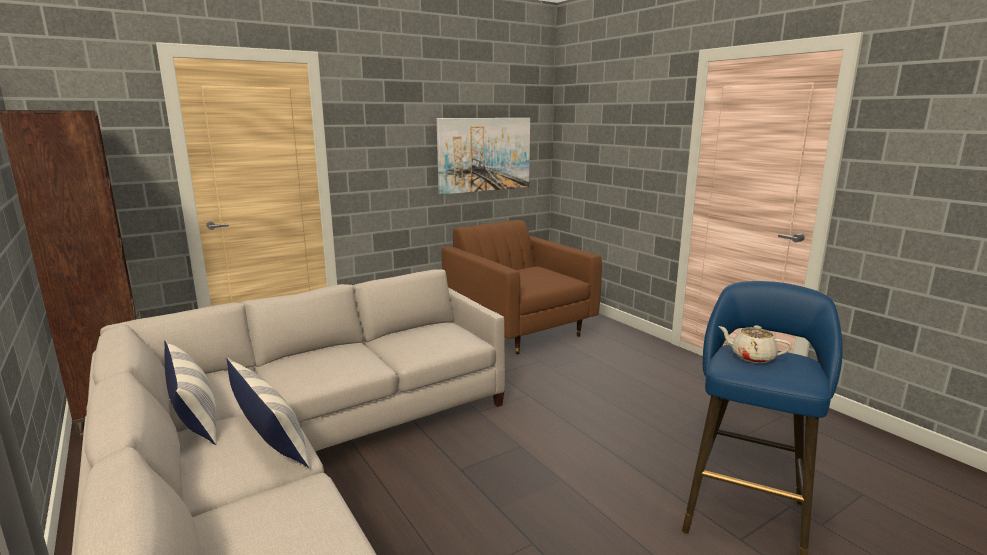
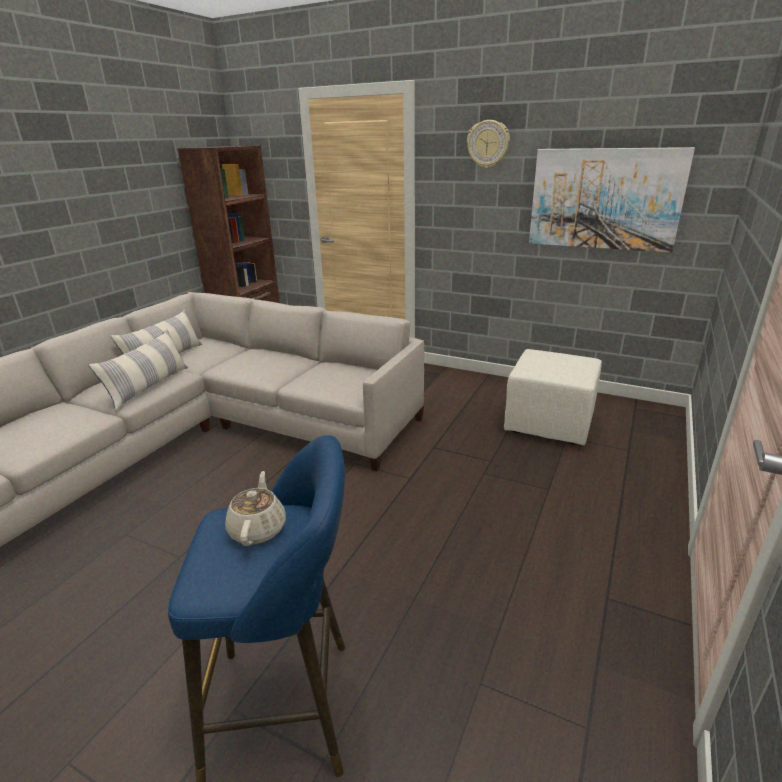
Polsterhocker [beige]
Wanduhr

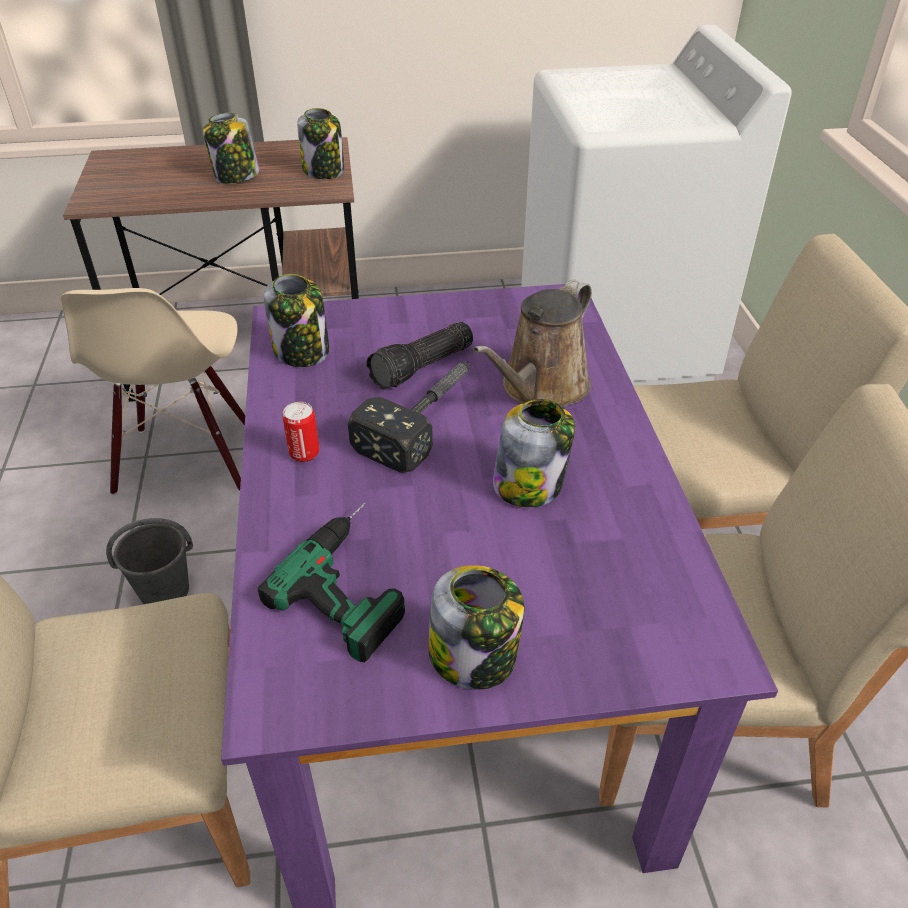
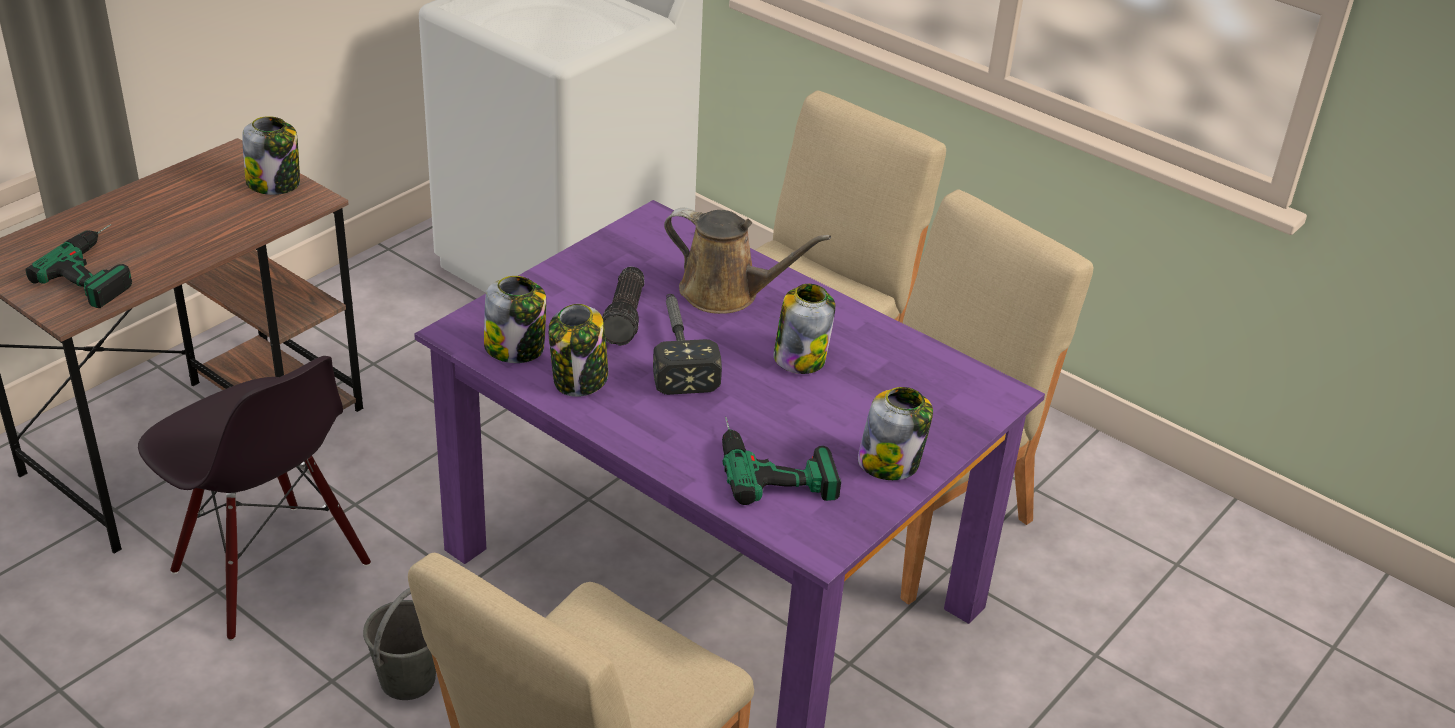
Vorratsglas (3rd from left)
Gießkanne [braun]
Stuhl [schwarz]
Dose
Bohrmaschine (1st from left)

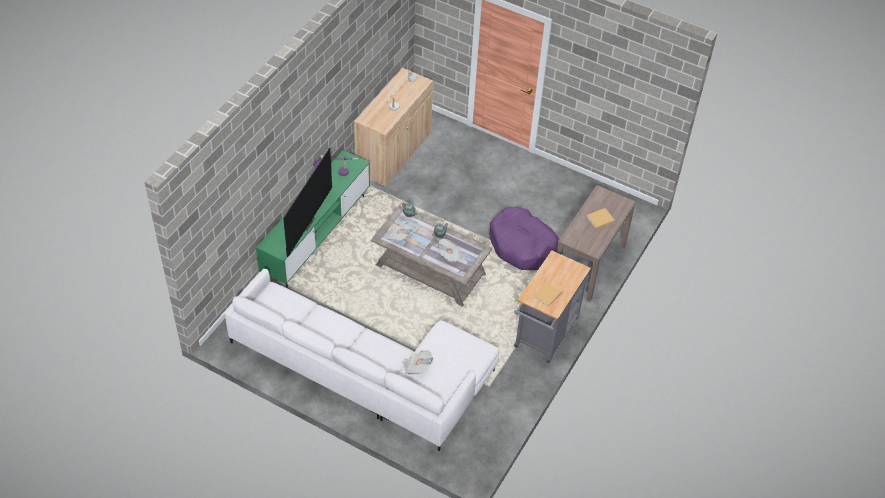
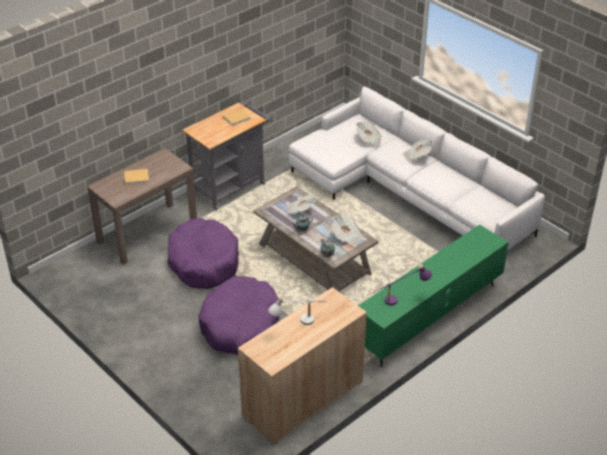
Fernseher
Zeitung (4th from left)
Hundebett [lila] (2nd from left)

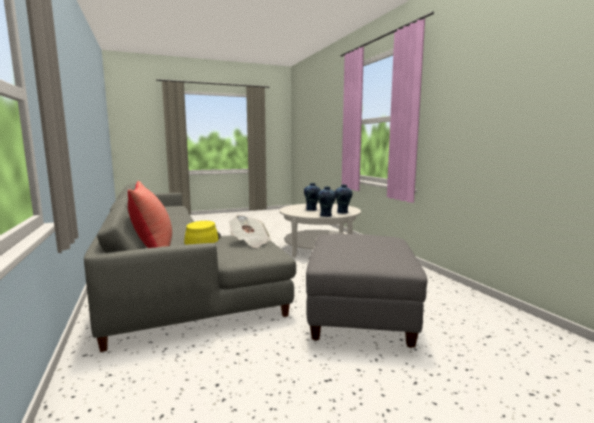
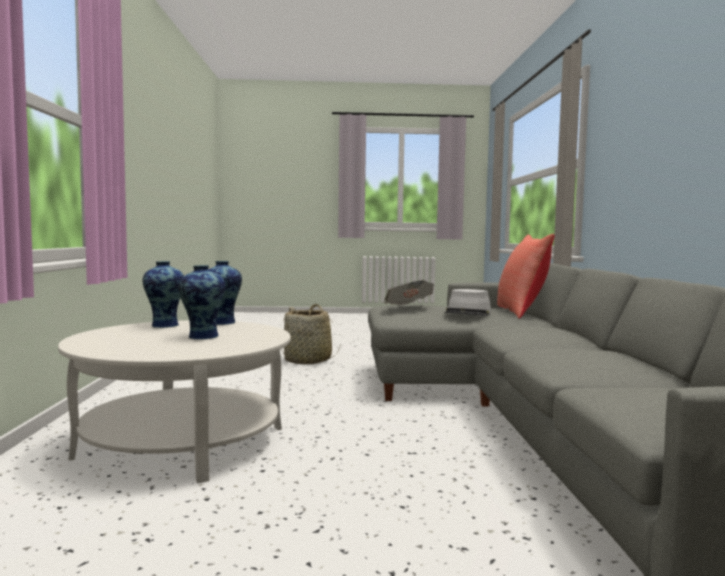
Hut [grau]
Korb

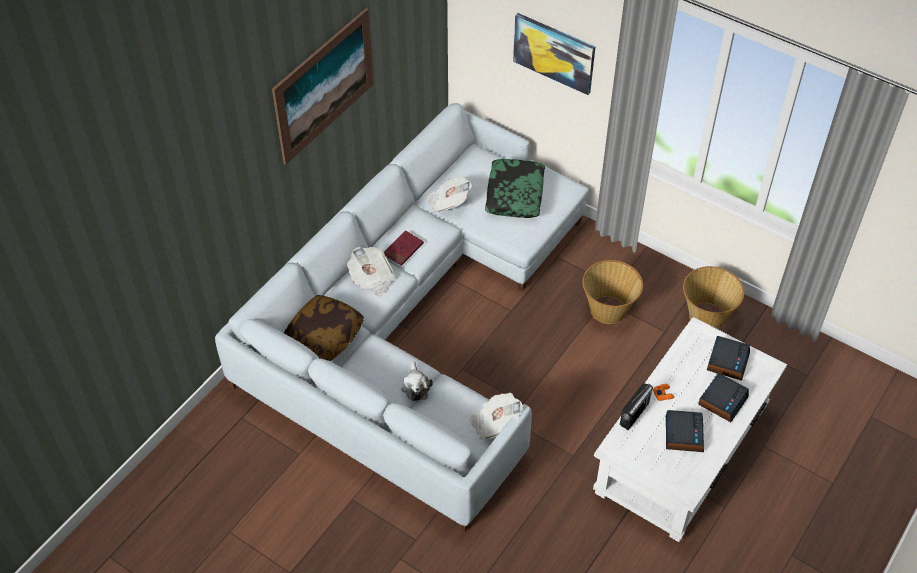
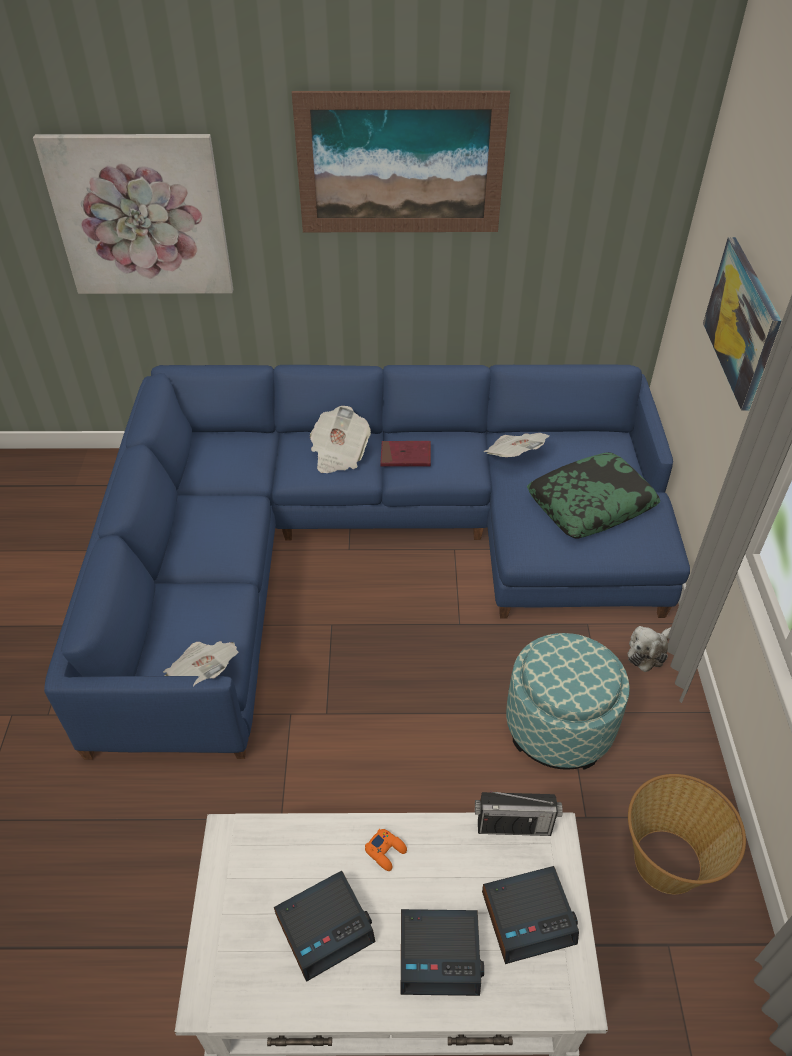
Sofa [blau]
Polsterhocker
Kissen (1st from left in the first image)
Plüschtier
Radio
Bild (1st from left)

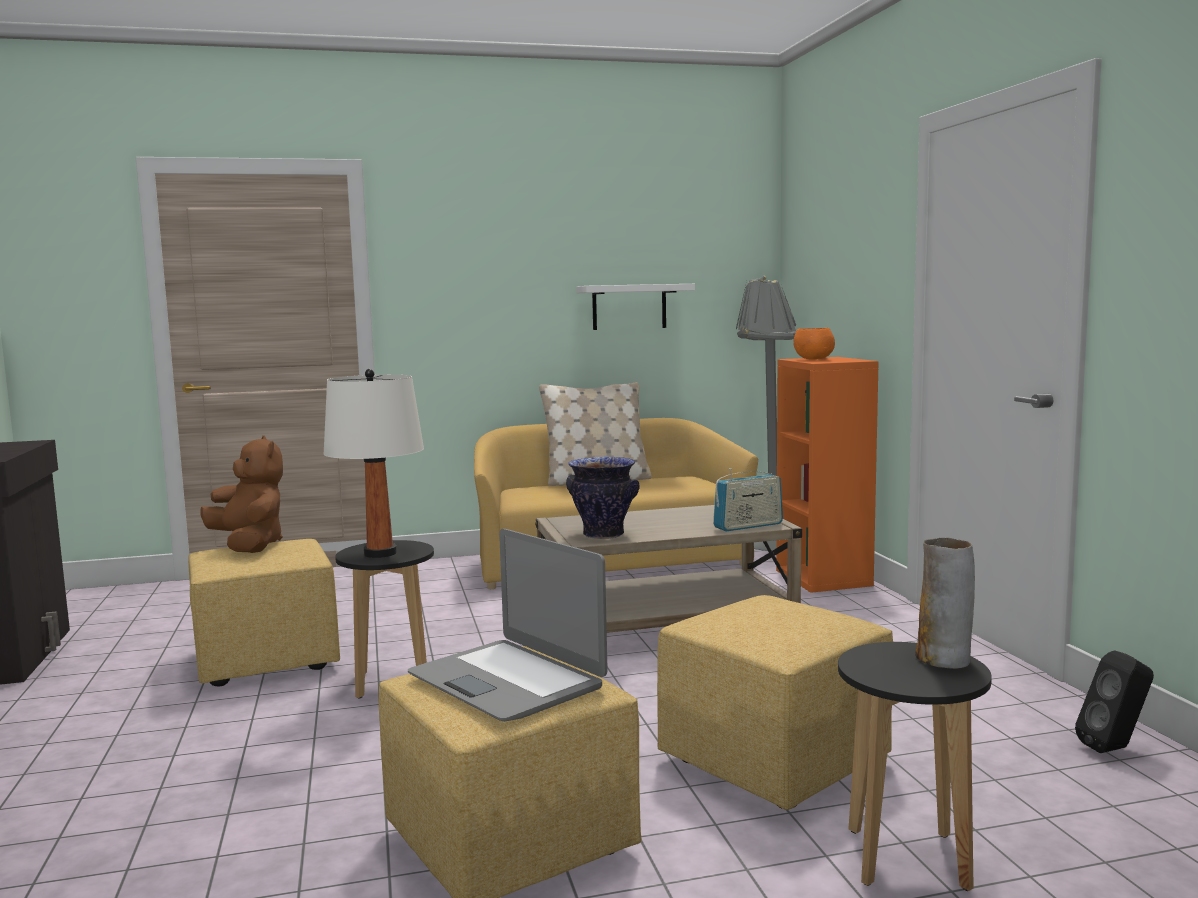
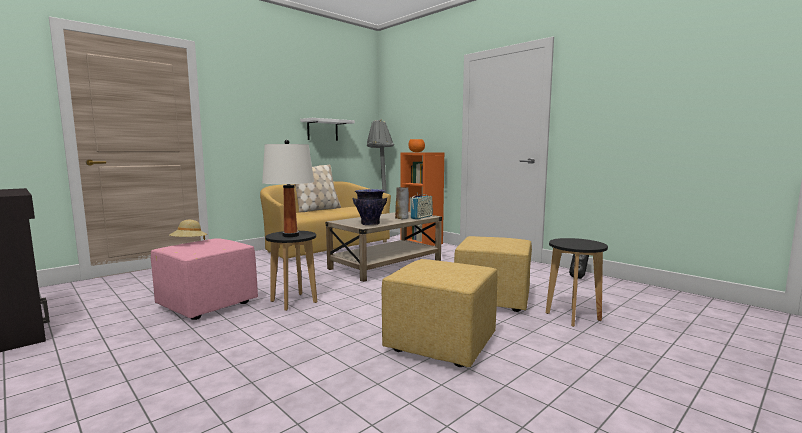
Hut [beige]
Laptop
Vase (2nd from left)
Polsterhocker [rosa]

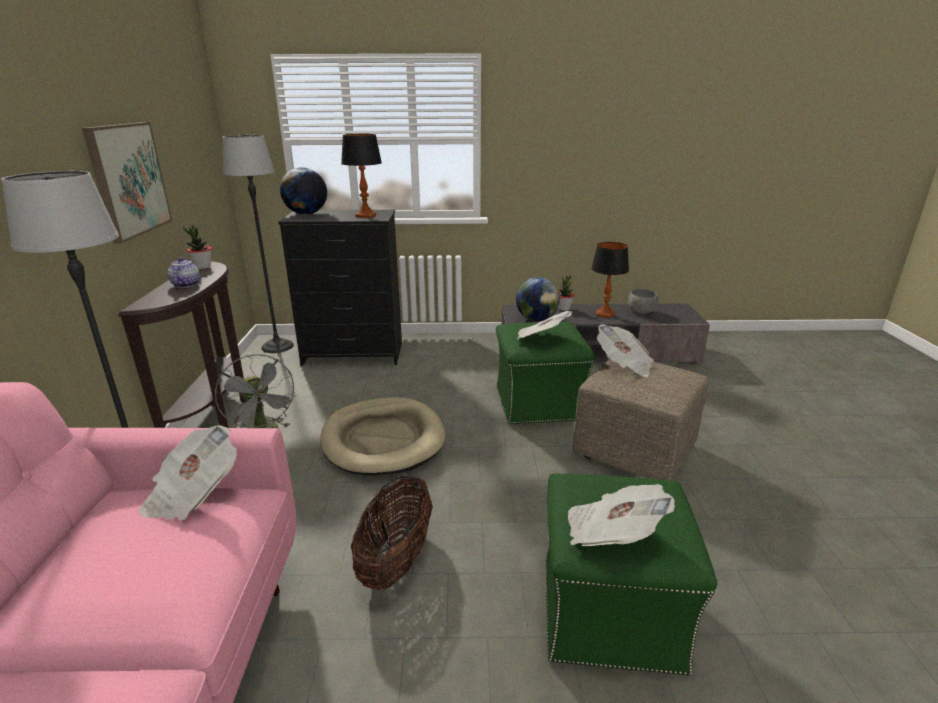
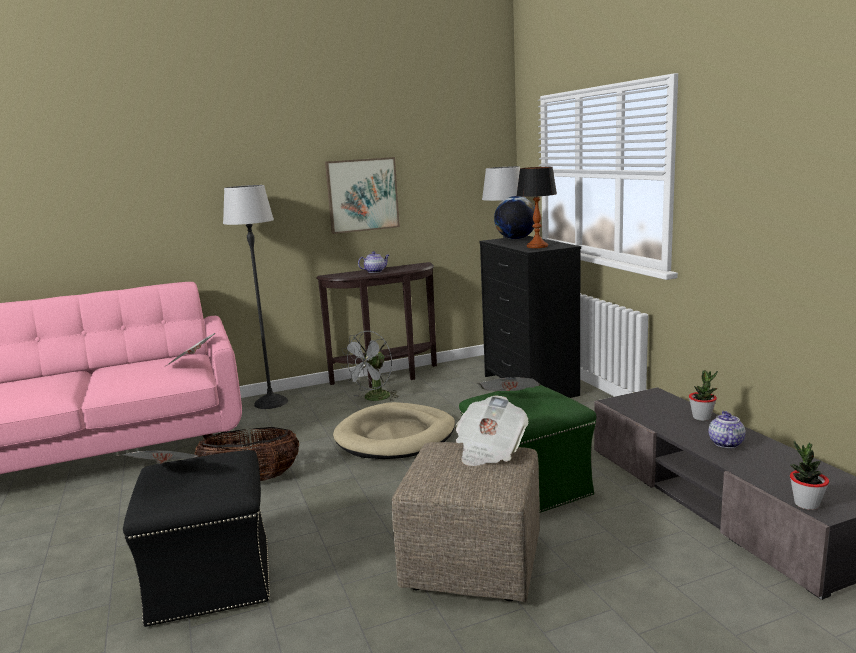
Topfpflanze (2nd from left)
Teekanne (2nd from left)
Globus (2nd from left in the first image)
Schüssel [grau]
Polsterhocker [schwarz]

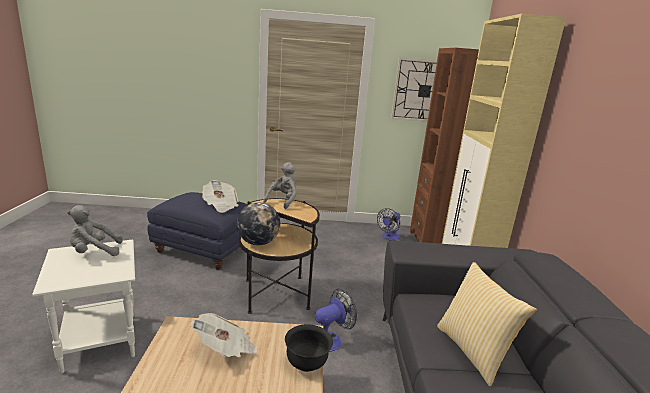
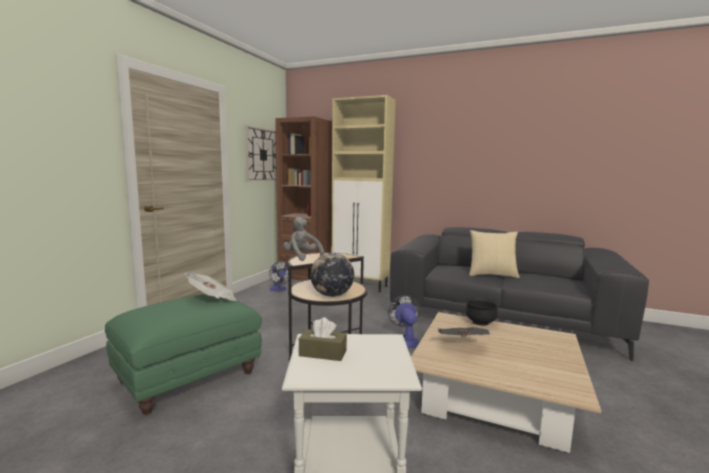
Polsterhocker [grün]
Taschentuchbox [braun]

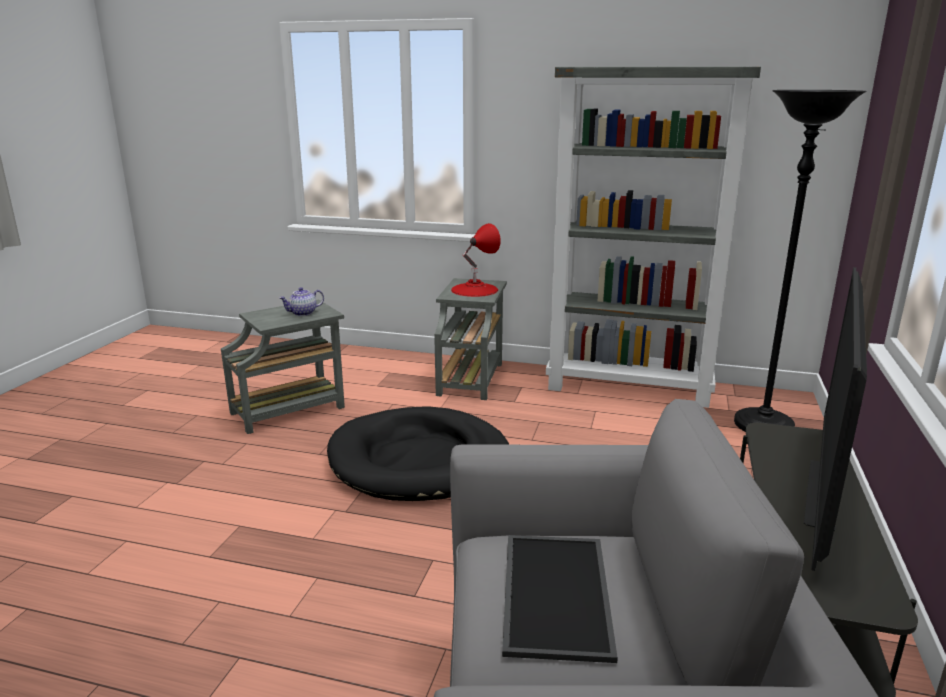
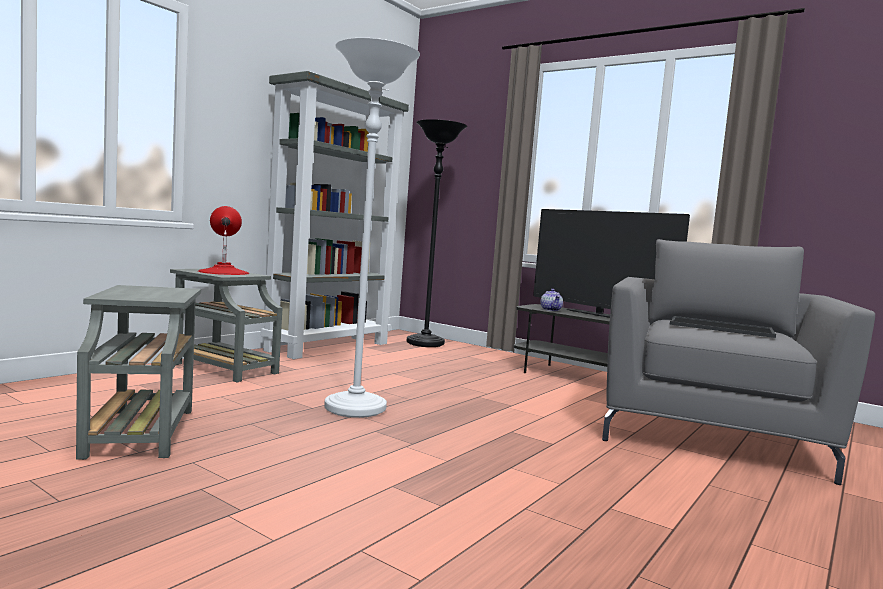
Teekanne
Stehlampe [weiß]

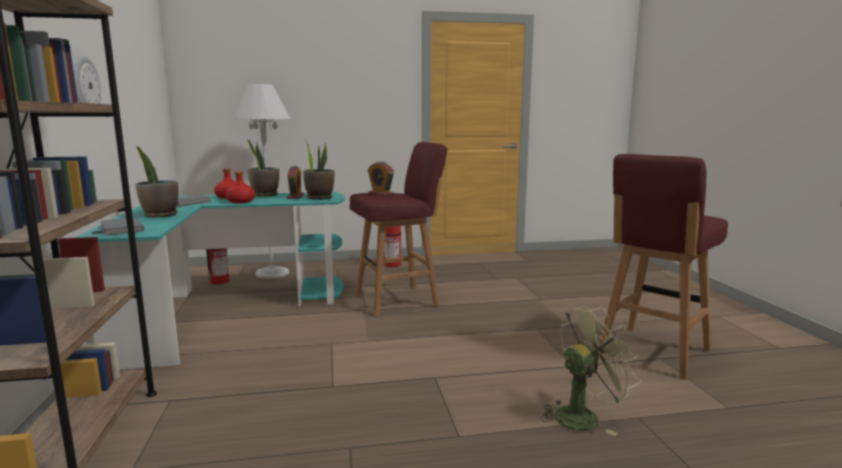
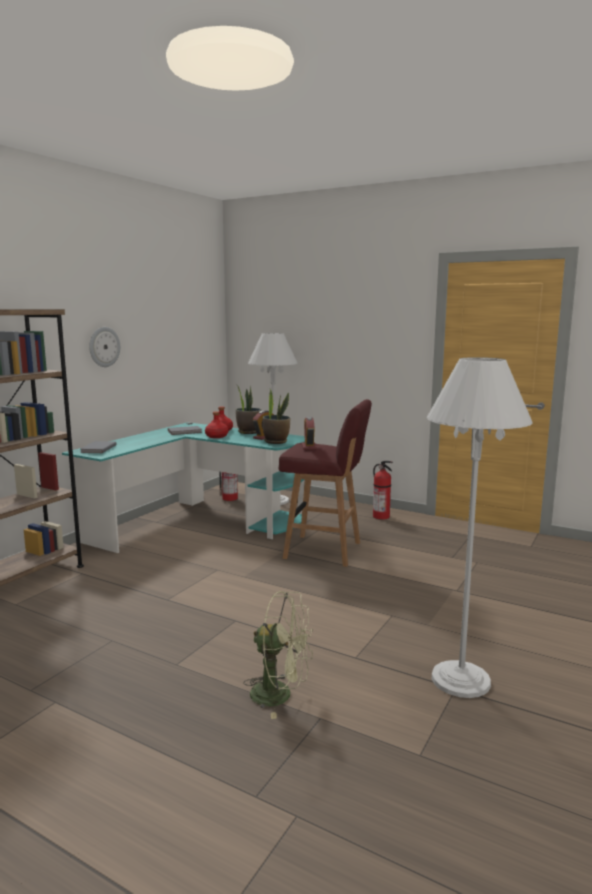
Topfpflanze (1st from left in the first image)
Stehlampe [weiß] (2nd from left)

